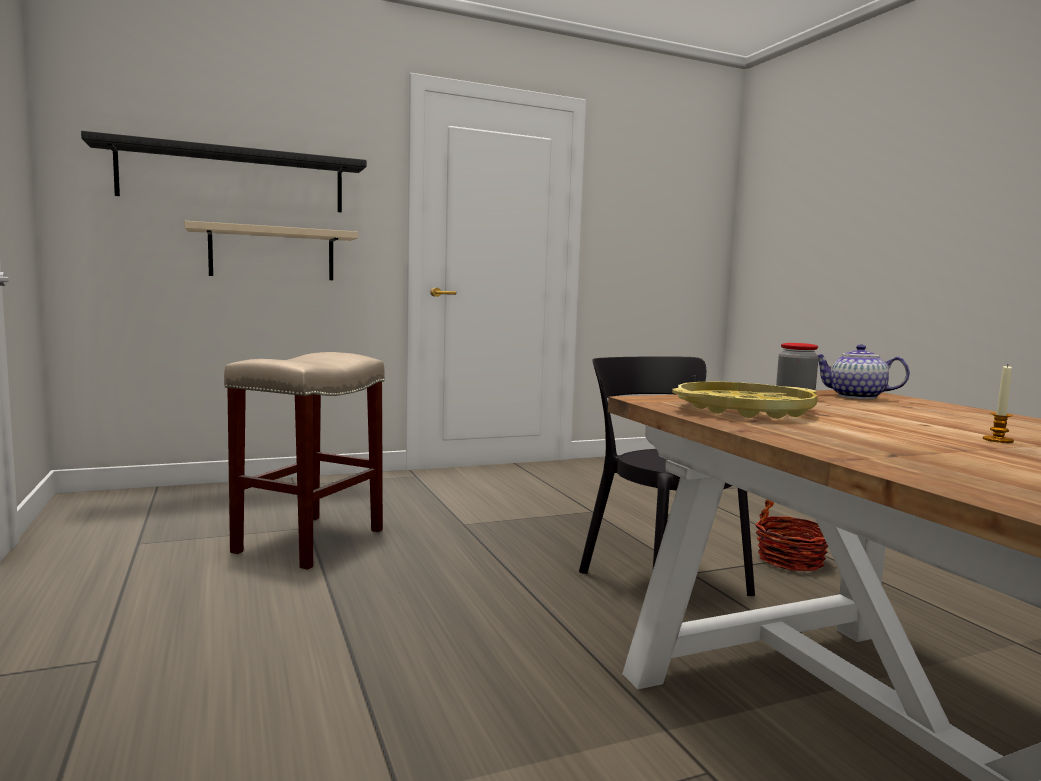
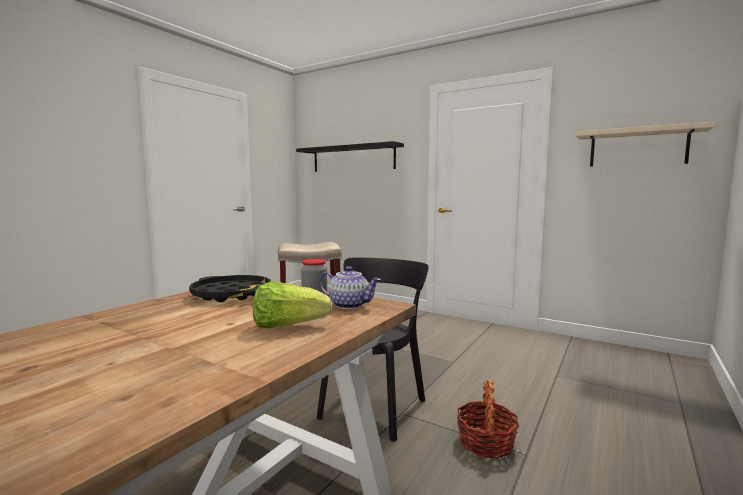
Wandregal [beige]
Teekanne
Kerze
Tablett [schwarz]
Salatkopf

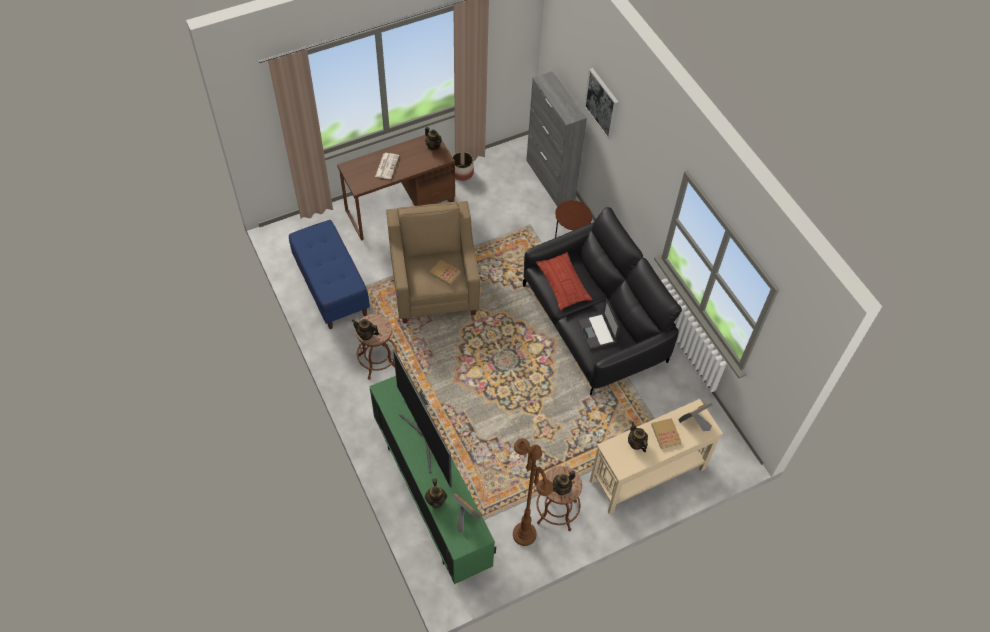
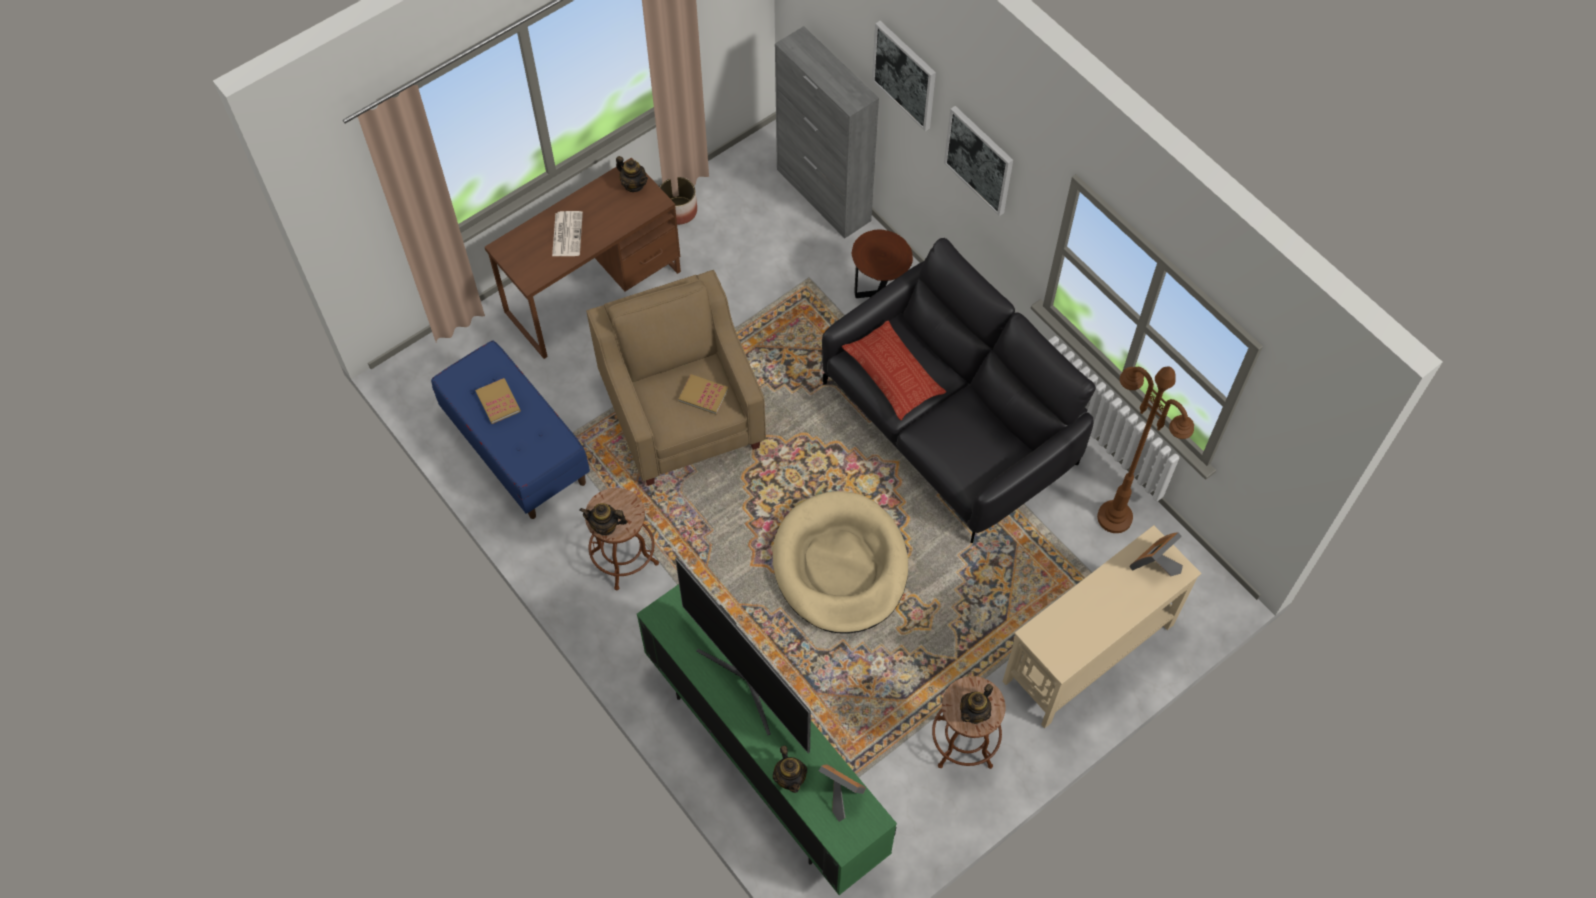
Laptop
Buch (1st from left)
Teekanne (5th from left in the first image)
Stehlampe [braun]
Bild (2nd from left)
Hundebett [beige]

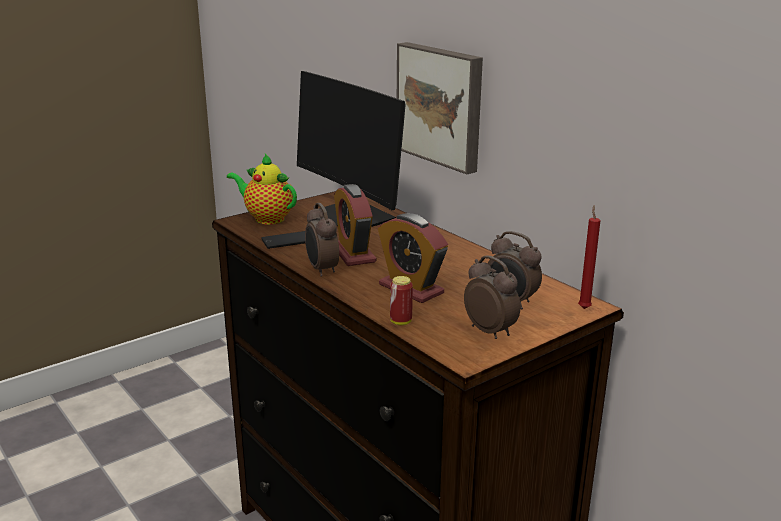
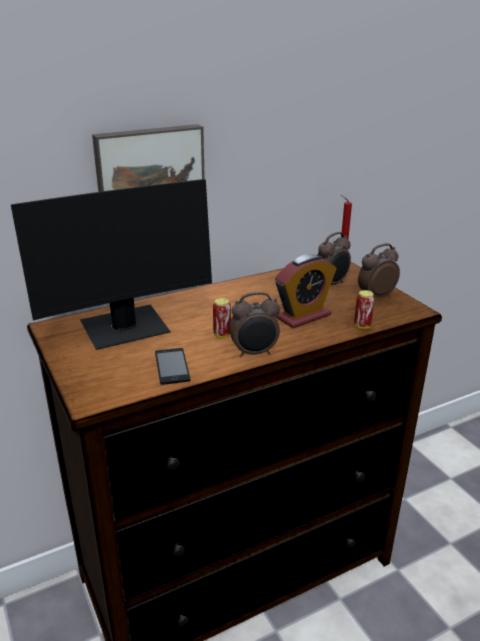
Teekanne
Dose (1st from left)

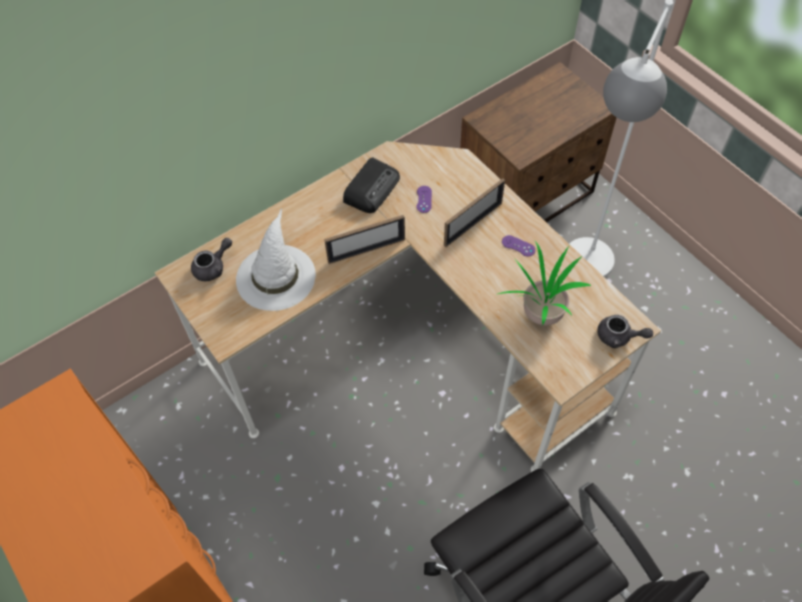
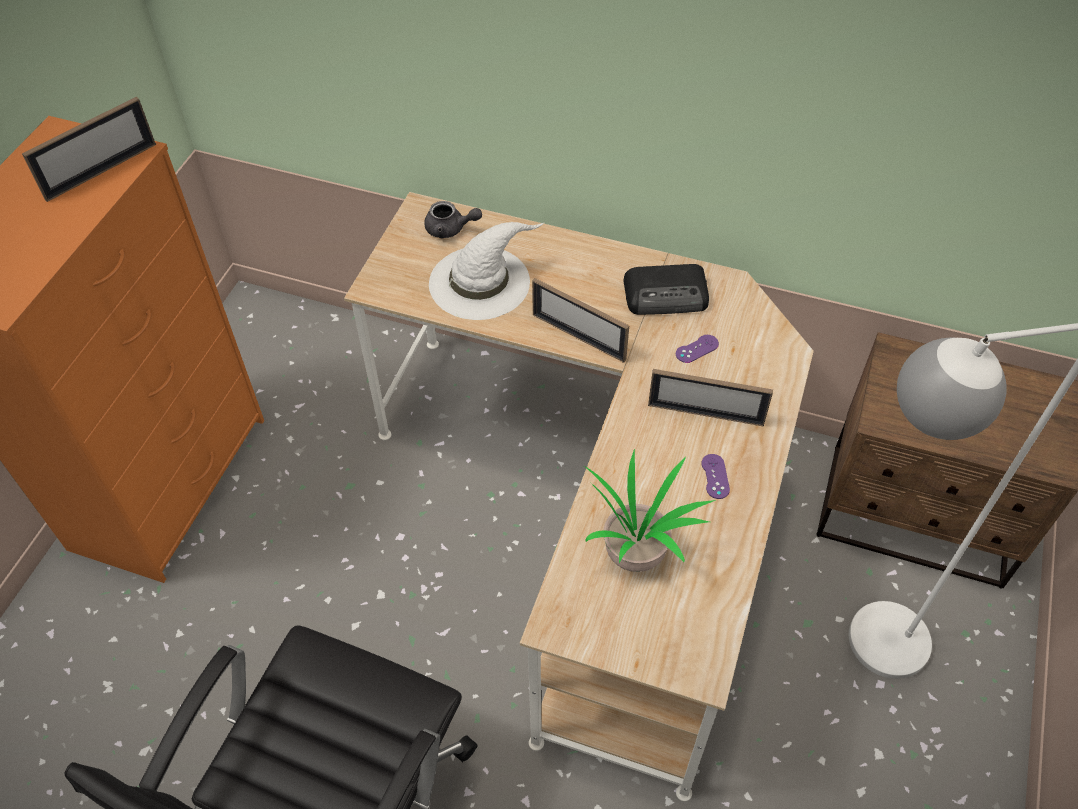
Teekanne [grau] (2nd from left in the first image)
Bilderrahmen (1st from left)

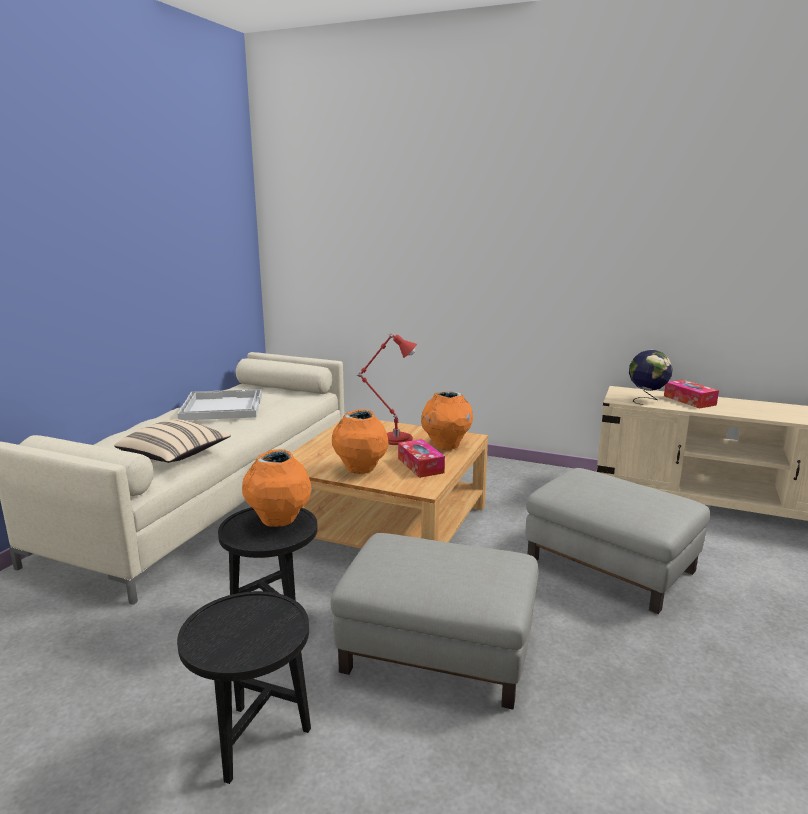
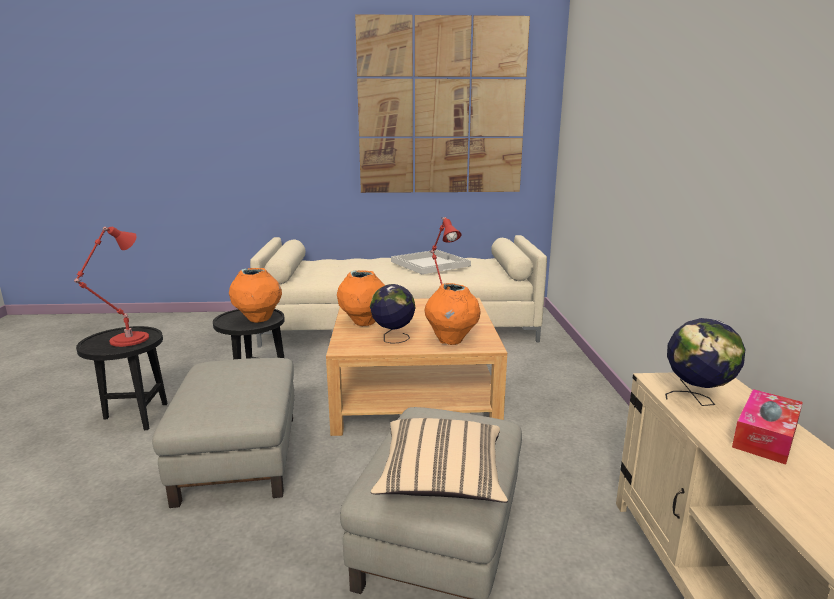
Kissen [beige]
Globus (1st from left)
Bild
Tischlampe [rot] (1st from left)

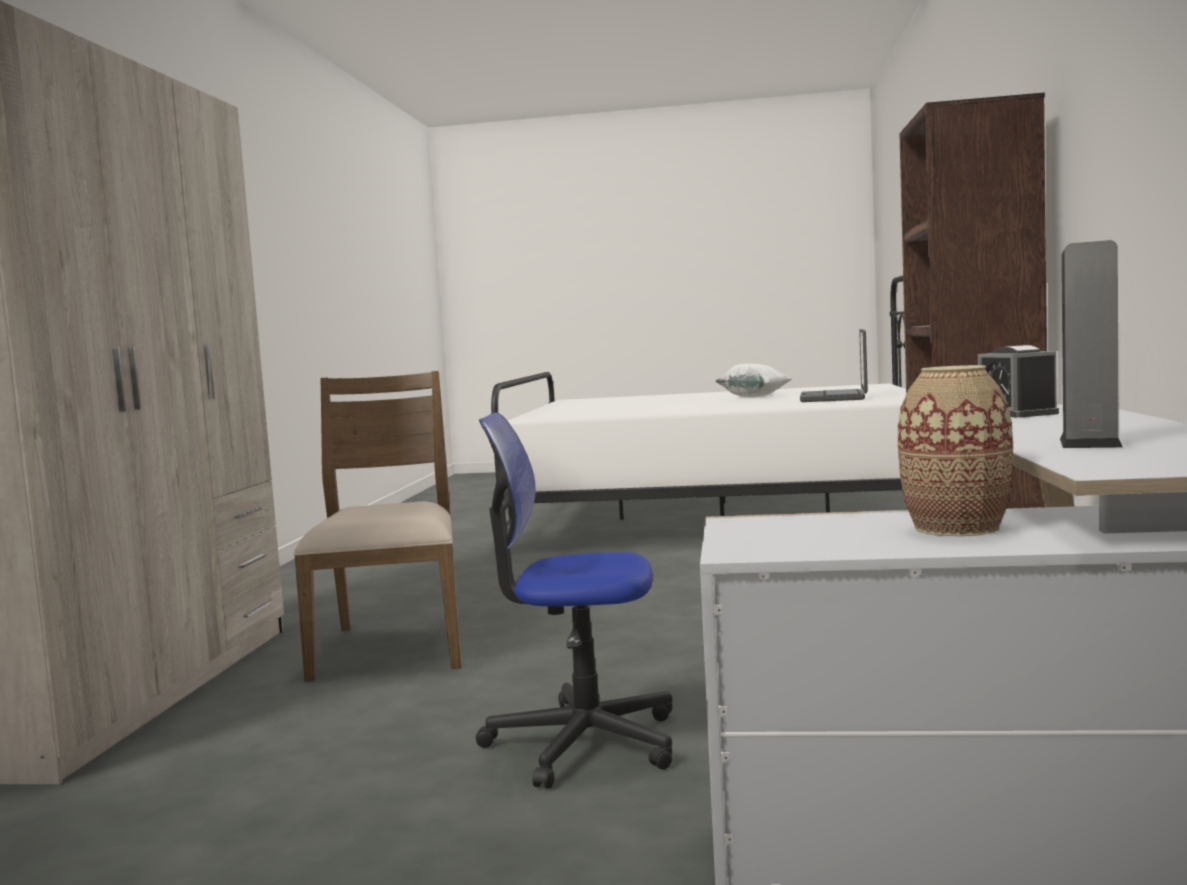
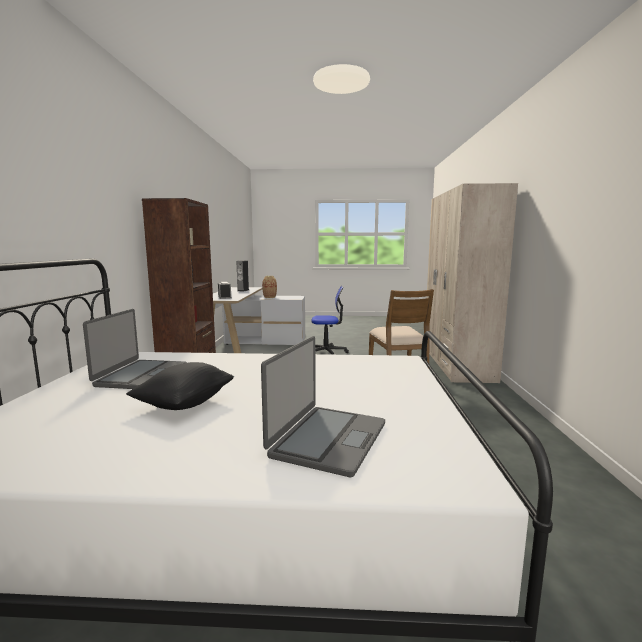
Kissen [schwarz]
Laptop (2nd from left)

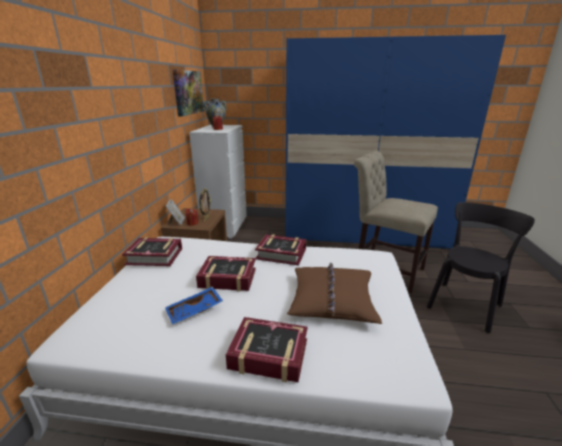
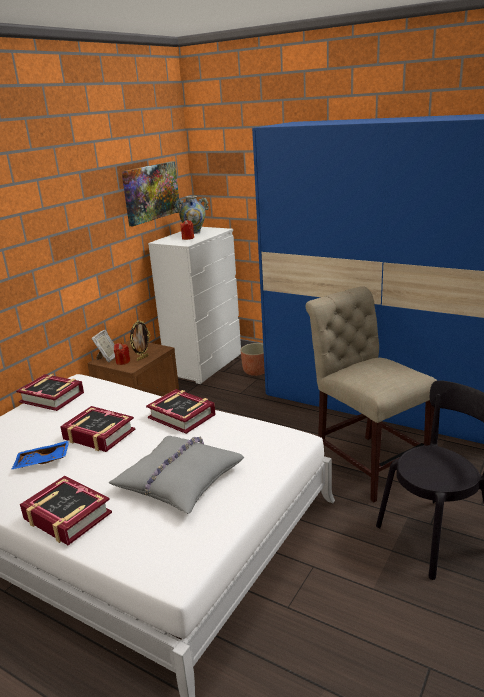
Kissen [grau]
Pflanzkübel

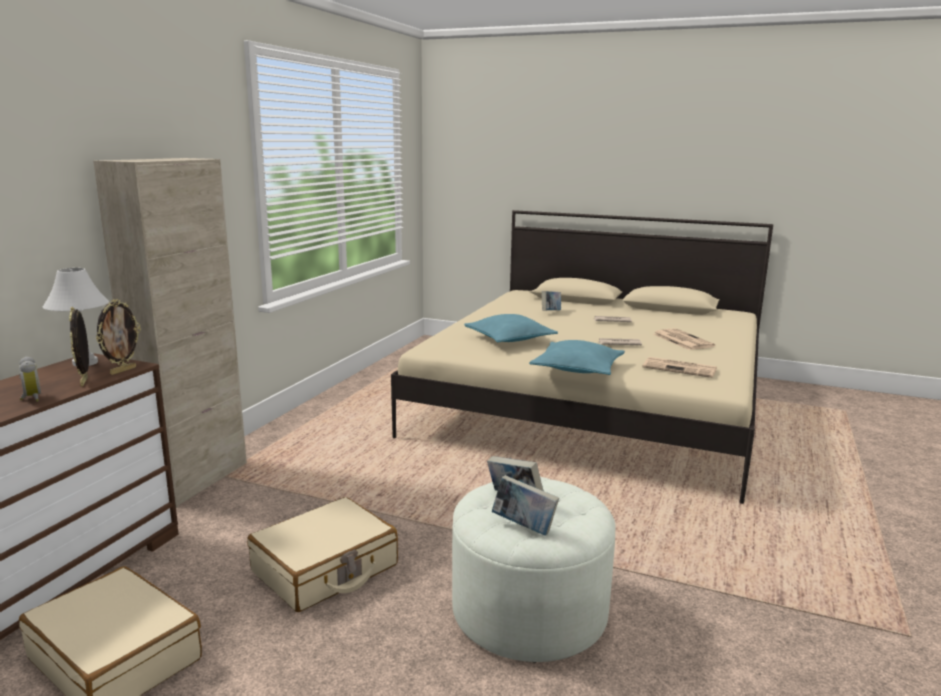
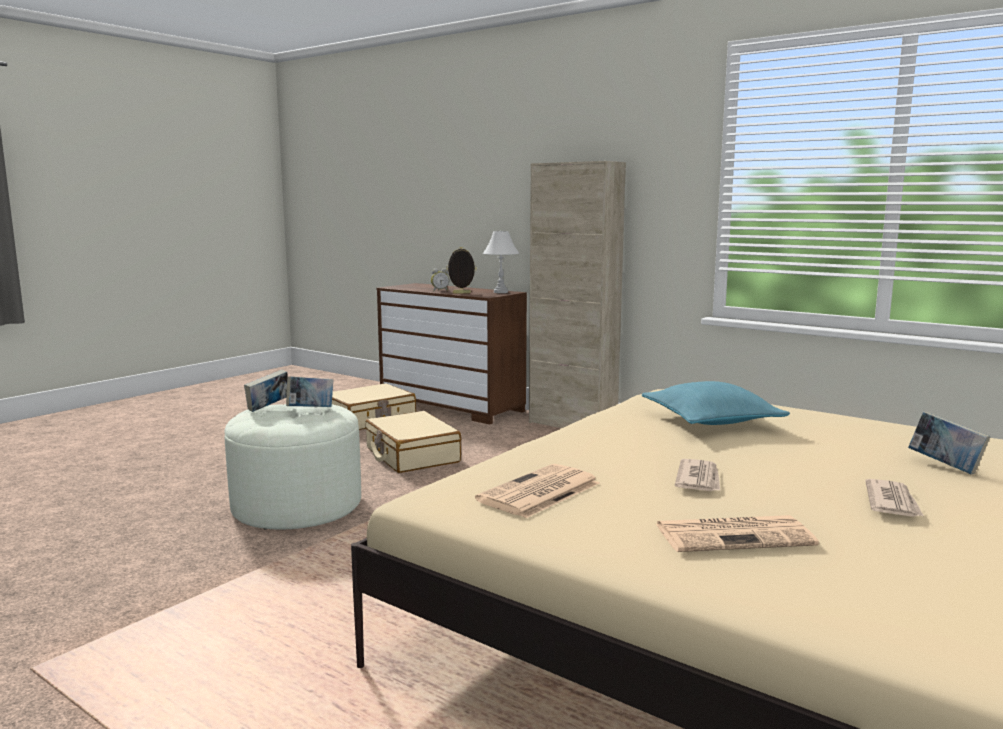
Bilderrahmen (2nd from left in the first image)
Kissen [türkis] (2nd from left in the first image)

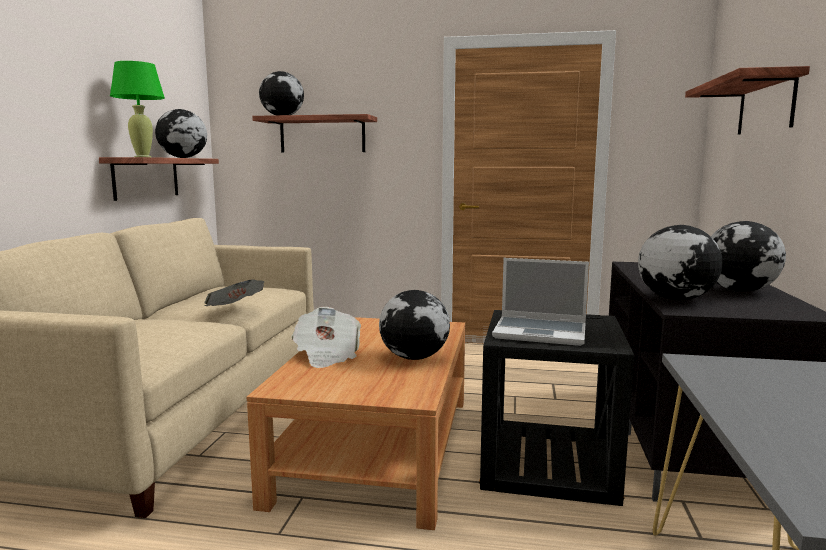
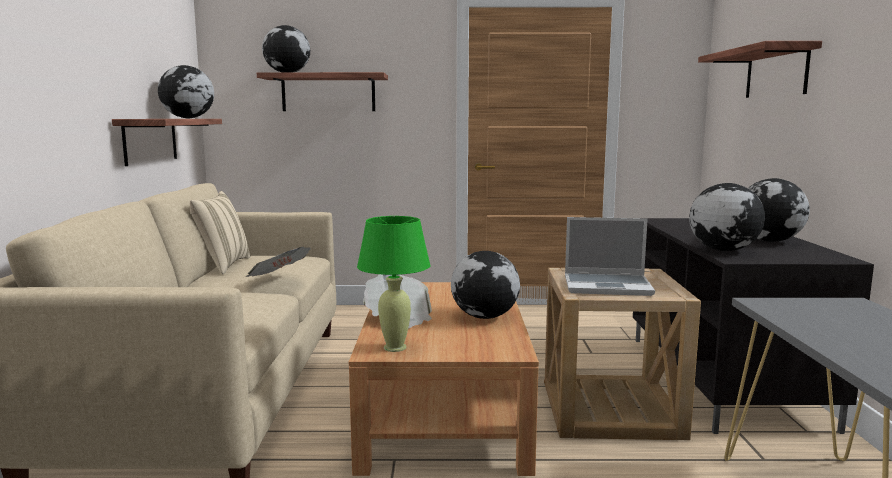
Tischlampe [grün]
Beistelltisch [beige]
Kissen [beige]

